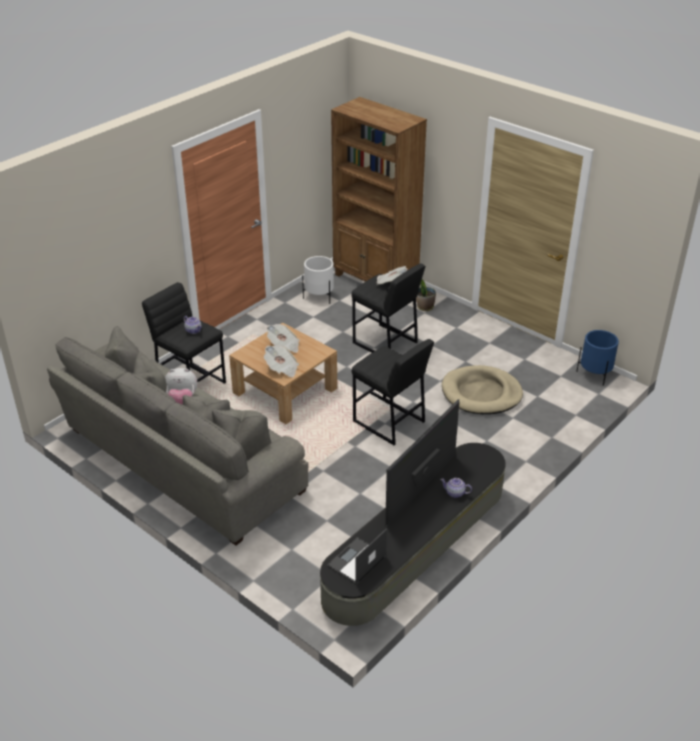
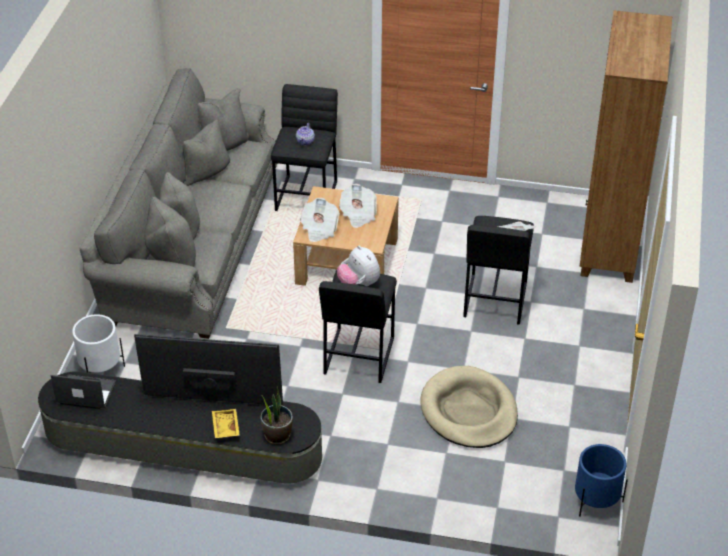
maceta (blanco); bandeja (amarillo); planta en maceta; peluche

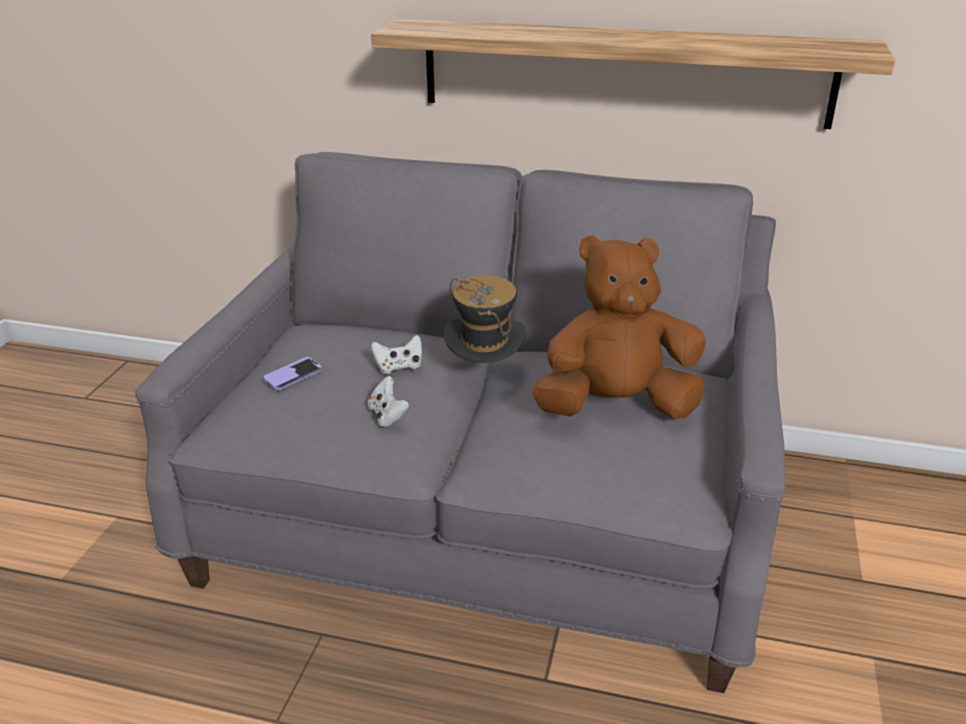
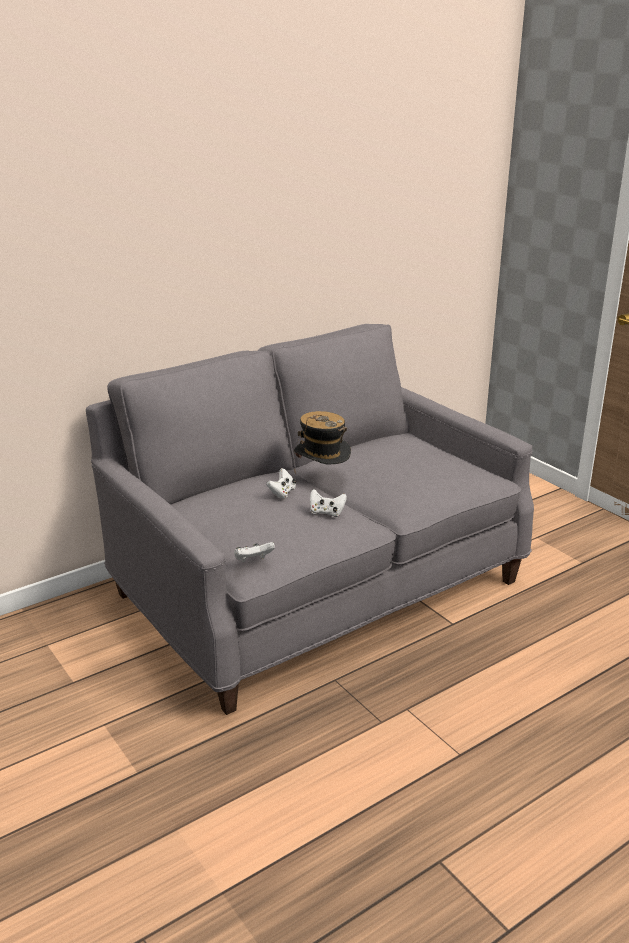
mando de consola (blanco) (no. 1 from left); móvil; estante; peluche (marrón)

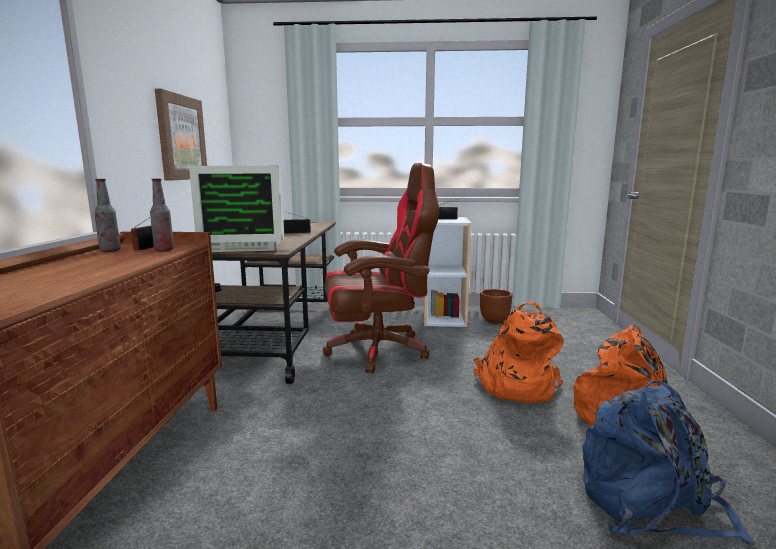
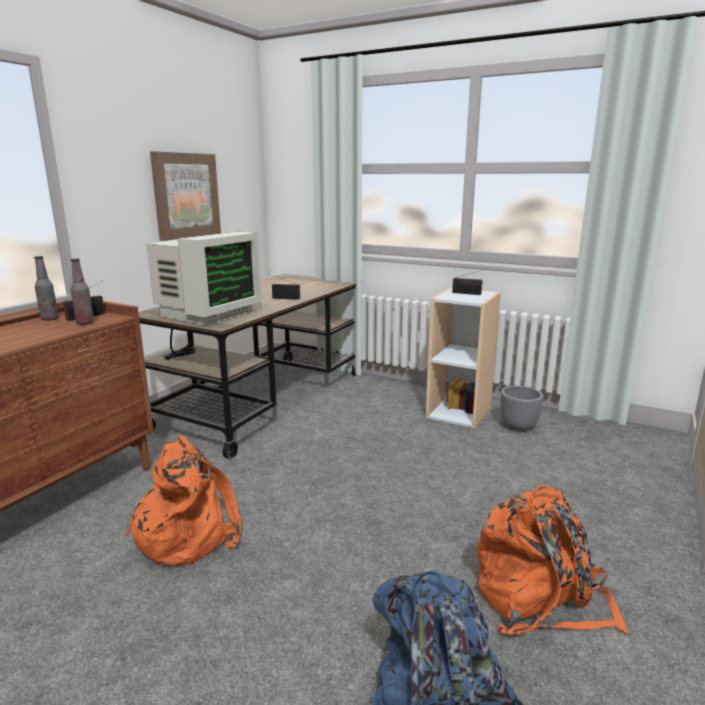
mochila (naranja) (no. 1 from left); monitor; maceta (gris); silla de oficina (marrón)

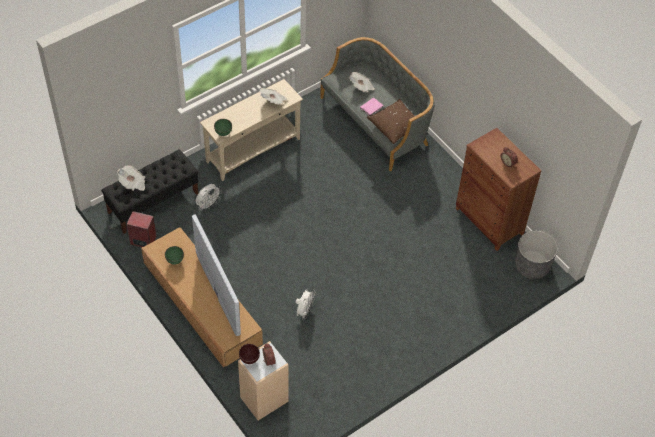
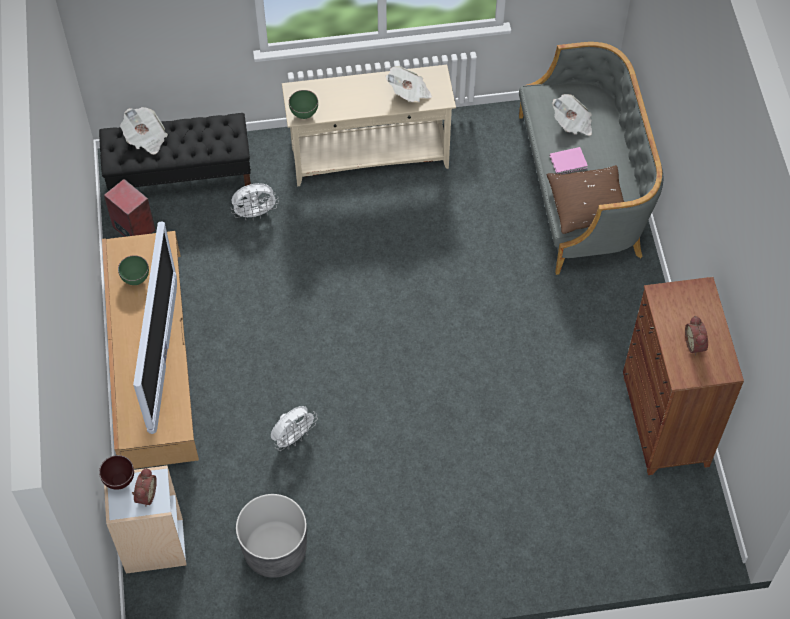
maceta (gris)

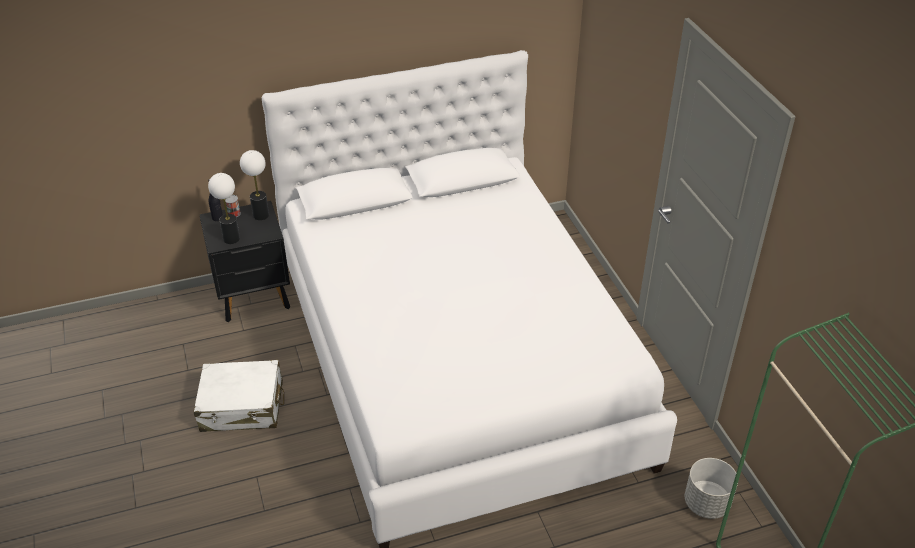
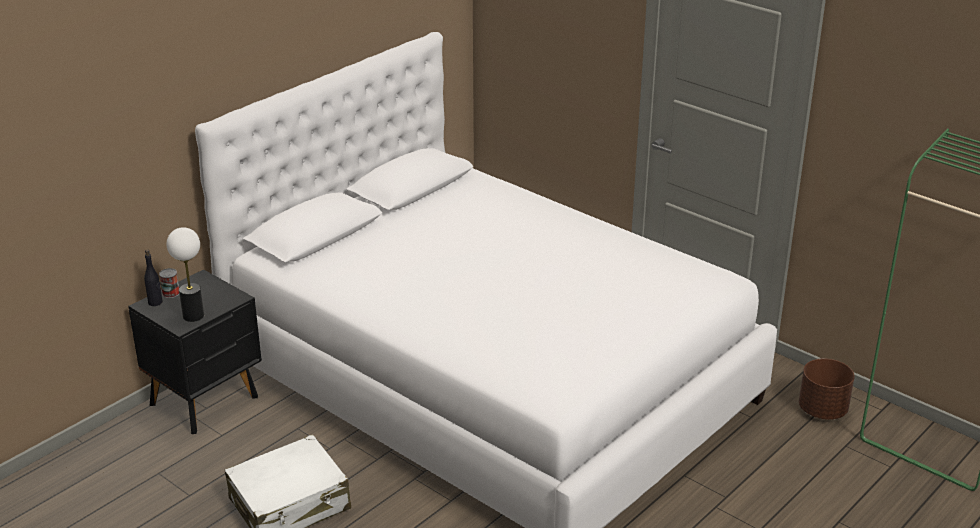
maceta (marrón); lámpara de mesa (no. 2 from left in the first image)

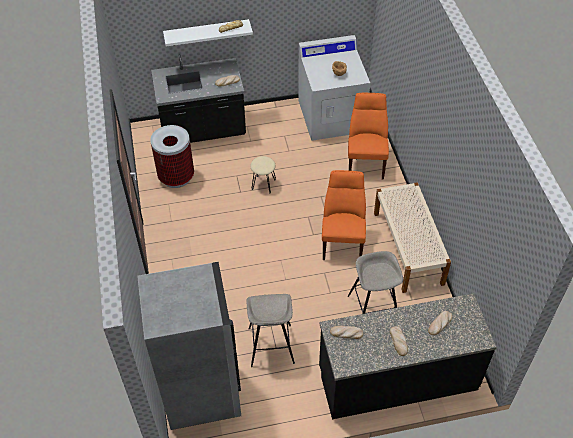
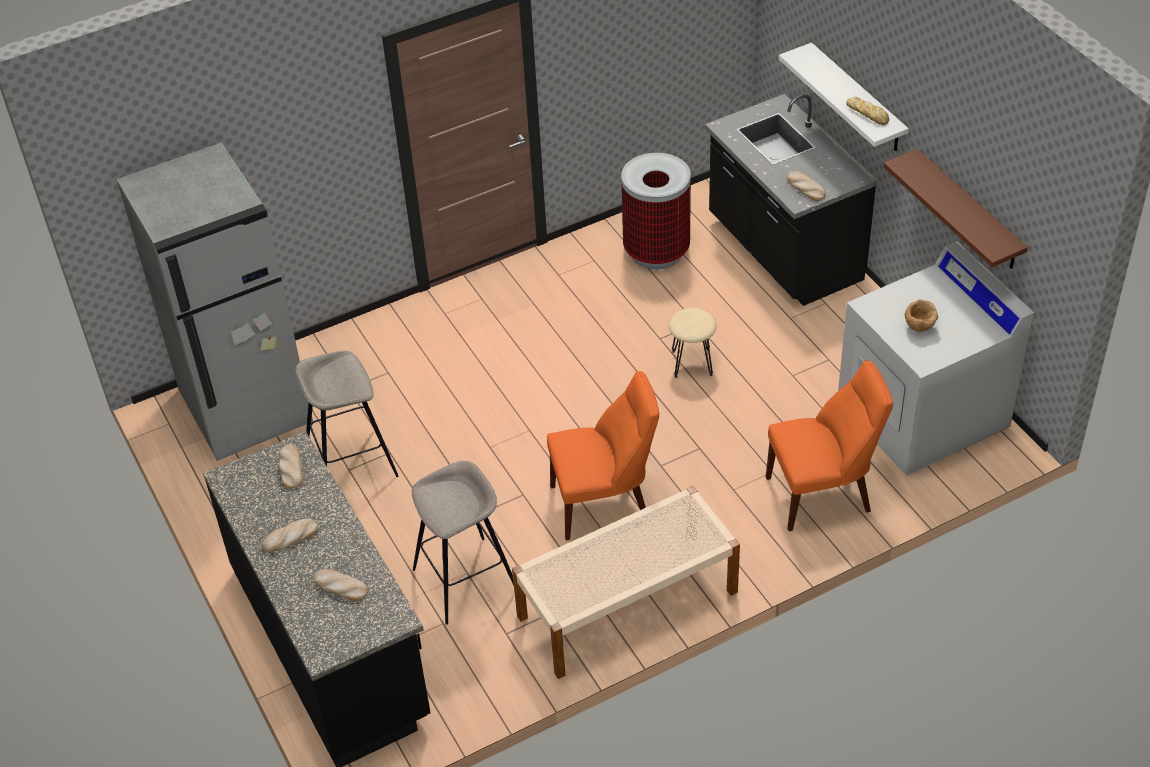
estante (marrón)

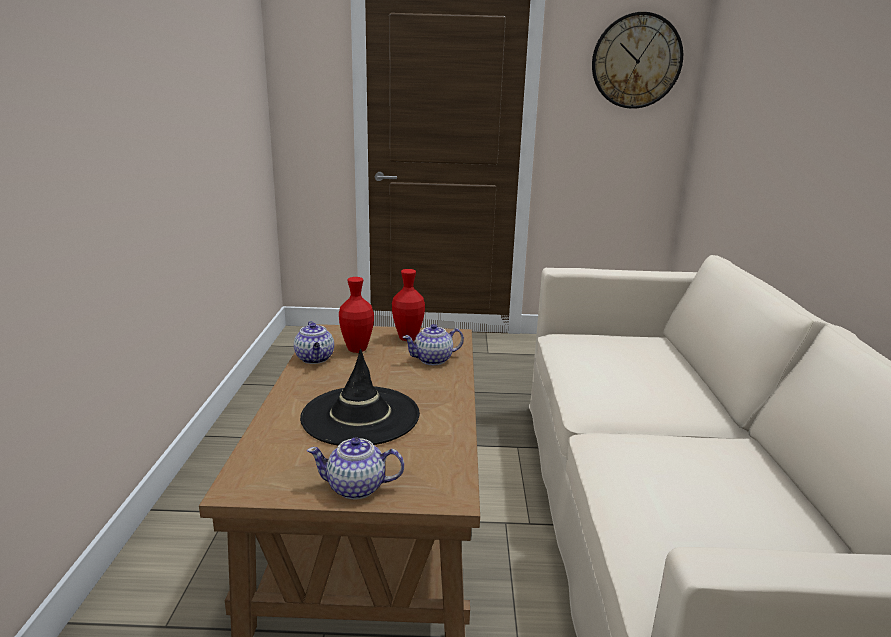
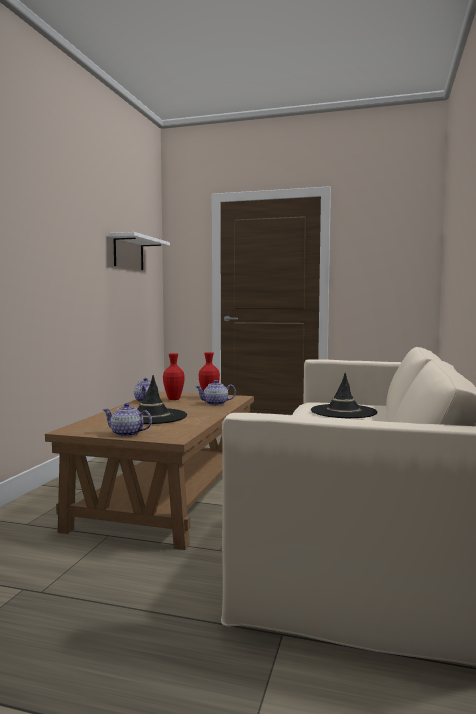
estante (blanco); sombrero (negro) (no. 2 from left); reloj de pared

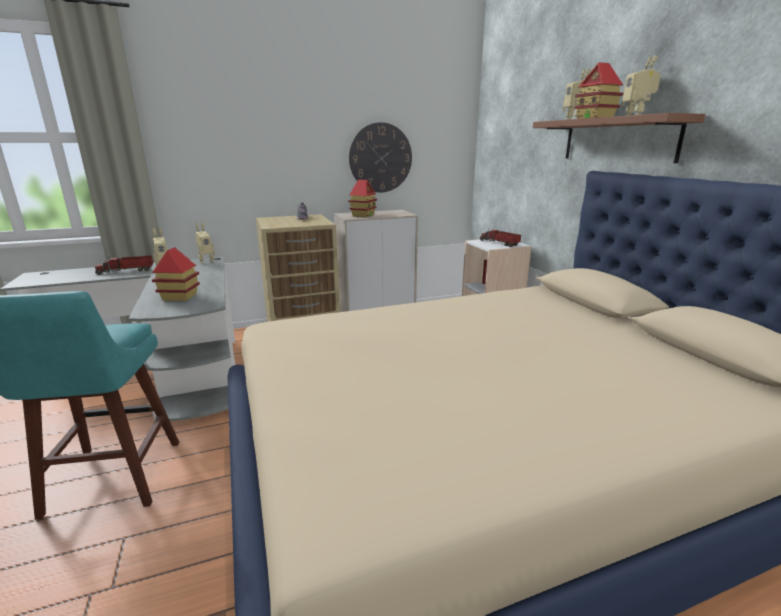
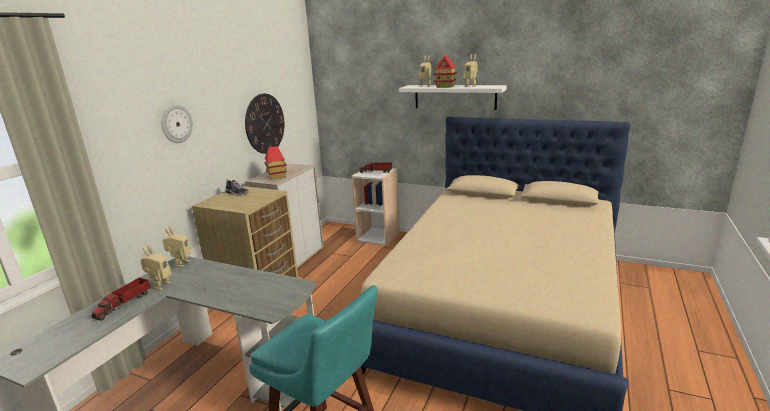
reloj de pared (no. 1 from left); estante (blanco); casita (no. 1 from left in the first image)

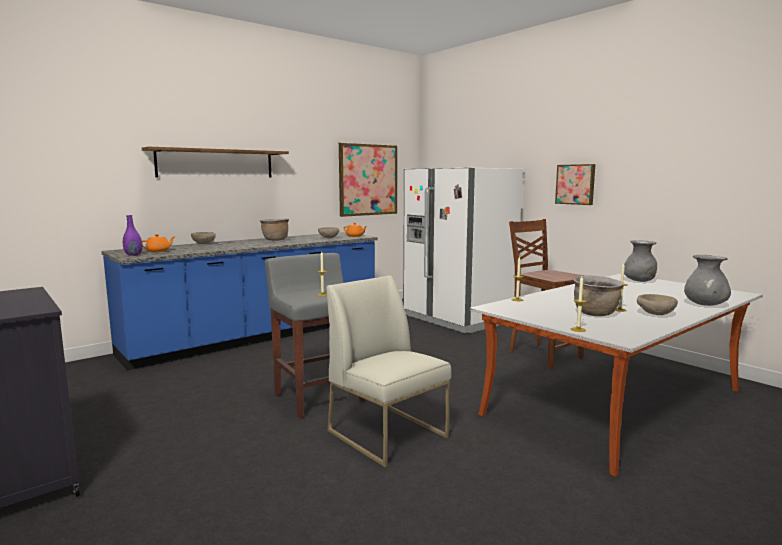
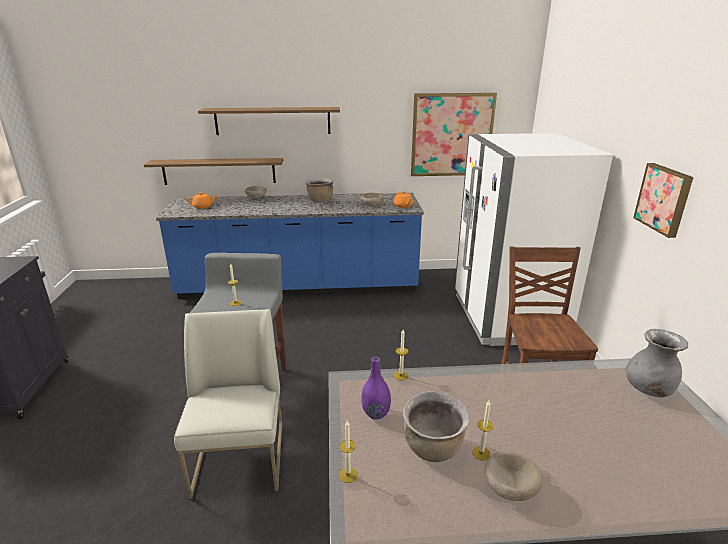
estante (no. 1 from left); florero (morado); florero (gris) (no. 2 from left in the first image)

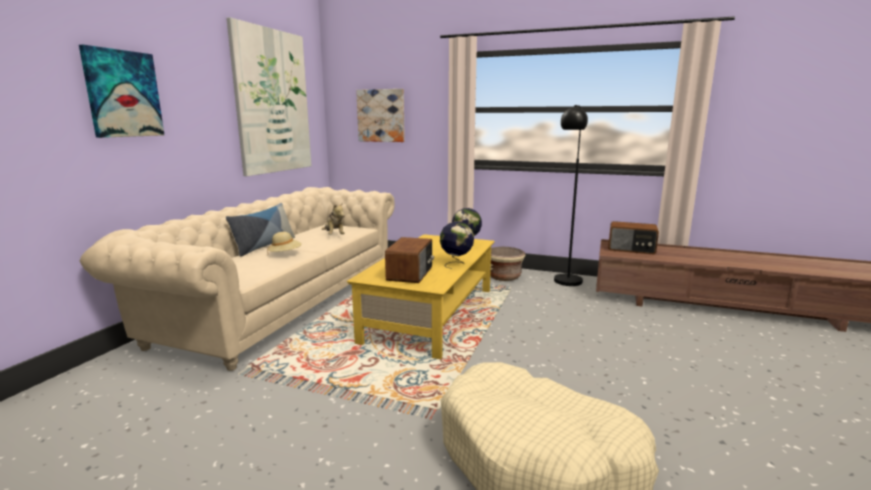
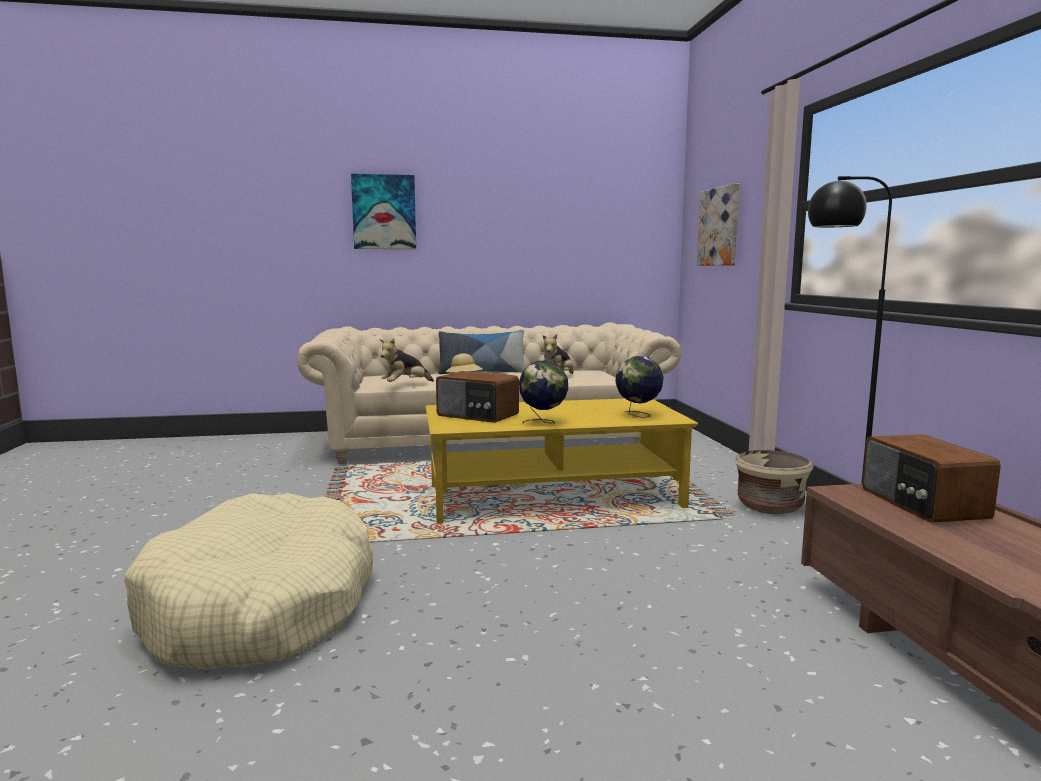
peluche (no. 1 from left); radio (no. 1 from left); cuadro (no. 2 from left in the first image)

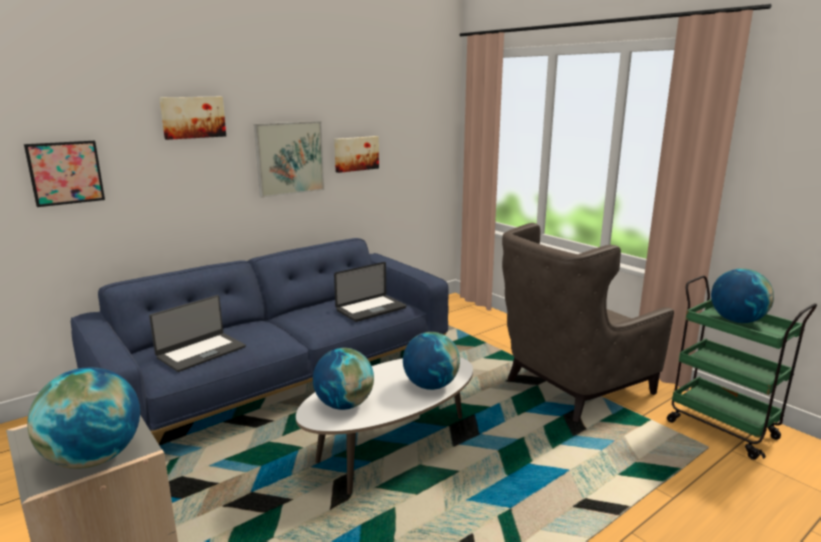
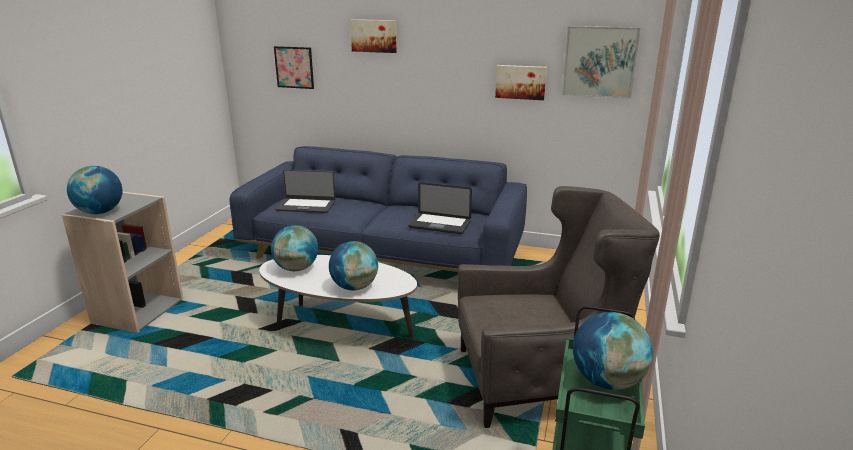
sillón (gris); cuadro (no. 4 from left)

